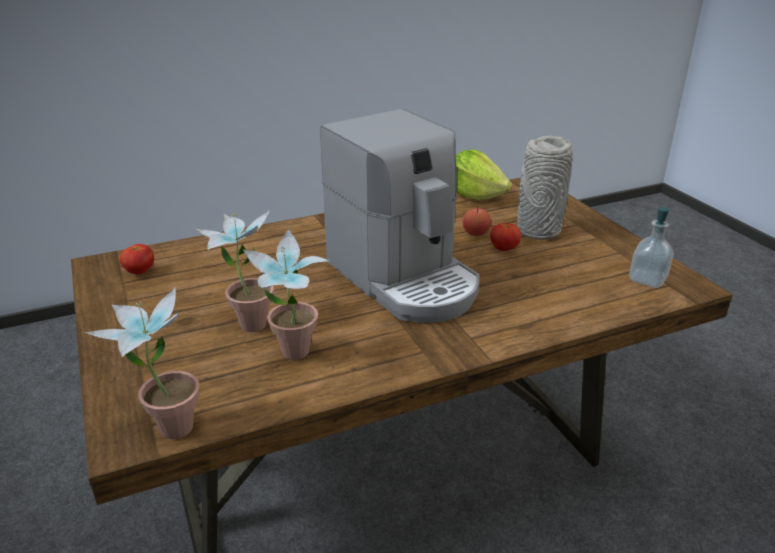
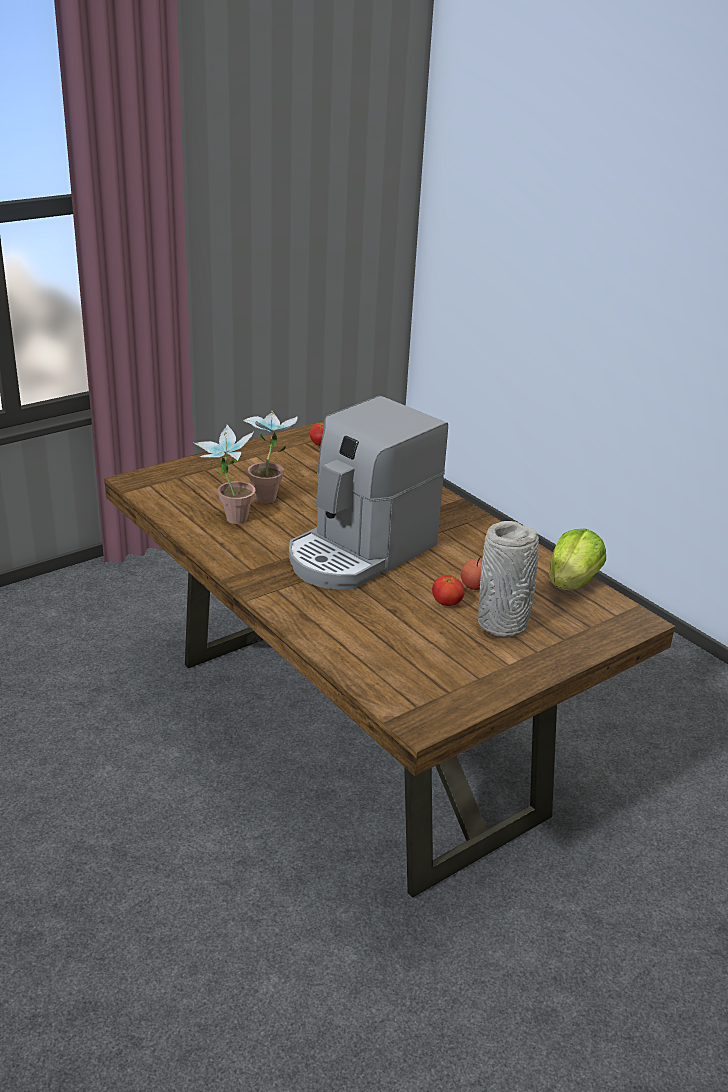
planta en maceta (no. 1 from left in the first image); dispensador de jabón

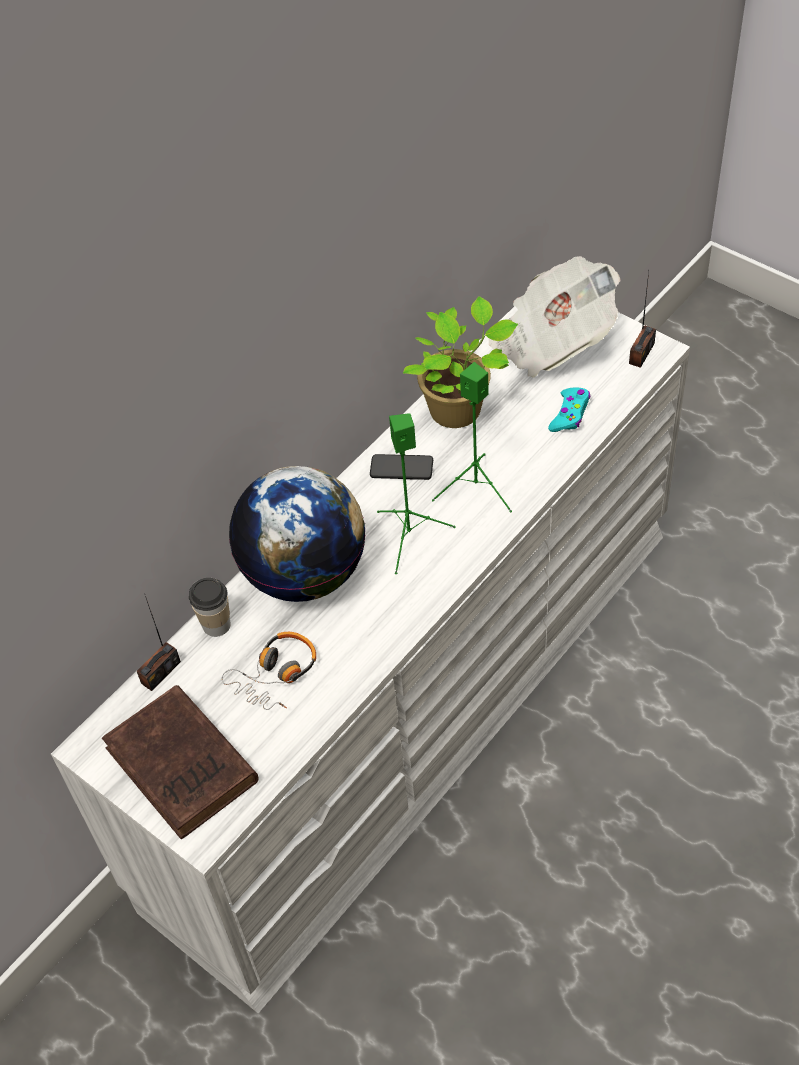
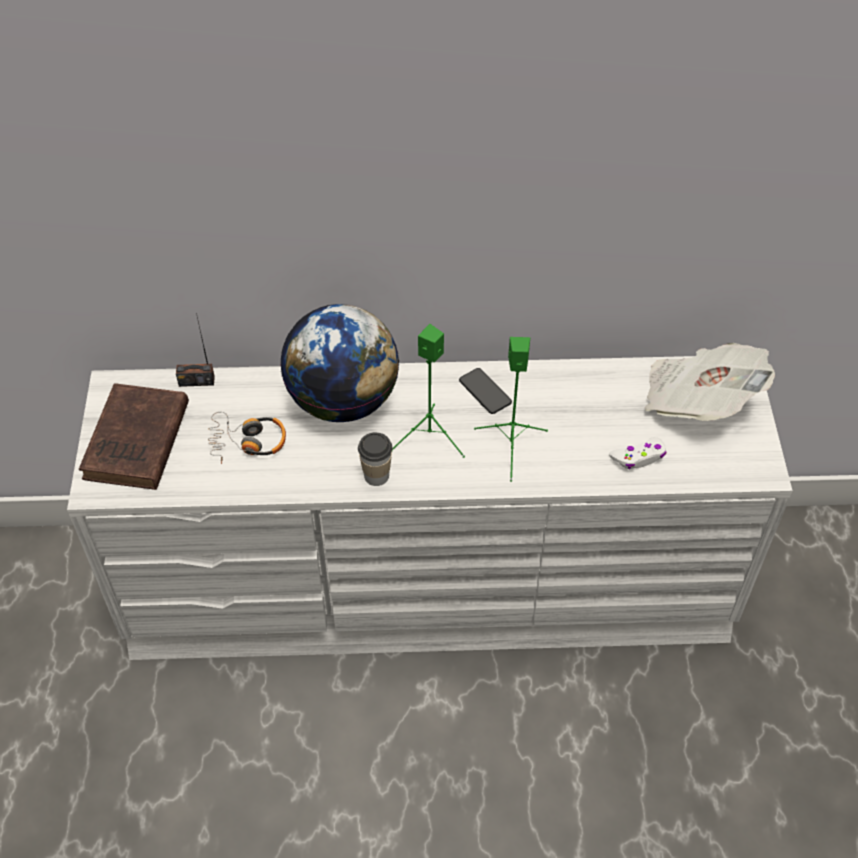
taza; mando de consola (blanco); planta en maceta; radio (no. 2 from left in the first image)

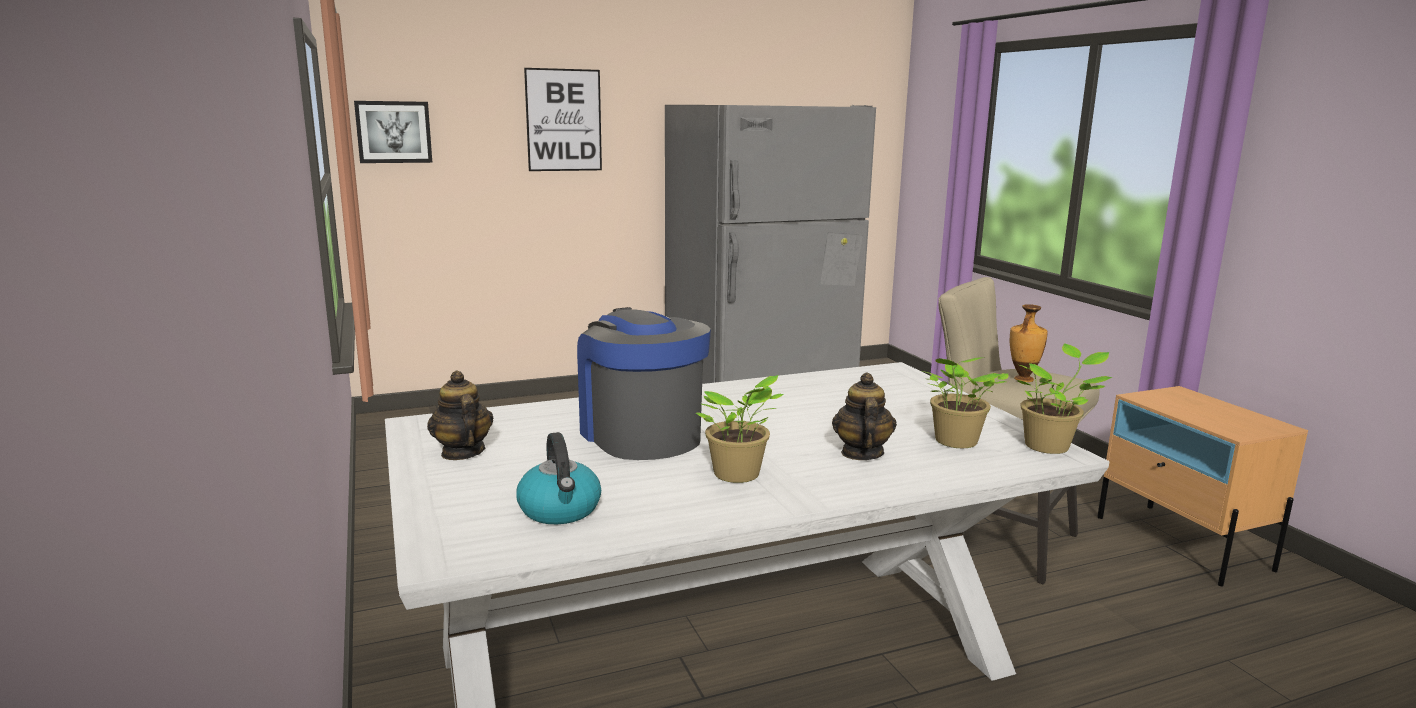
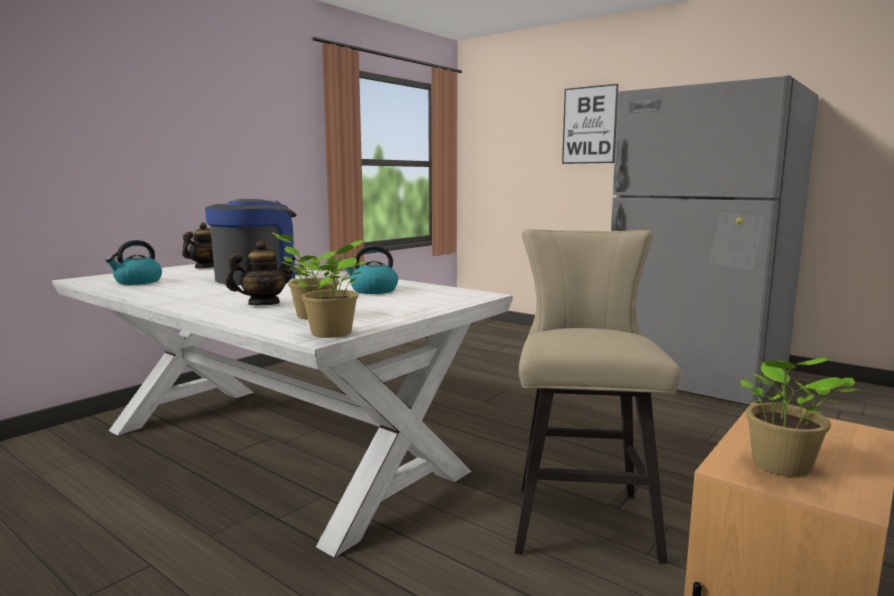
hervidor (no. 2 from left); planta en maceta (no. 3 from left); cuadro (no. 1 from left in the first image); florero

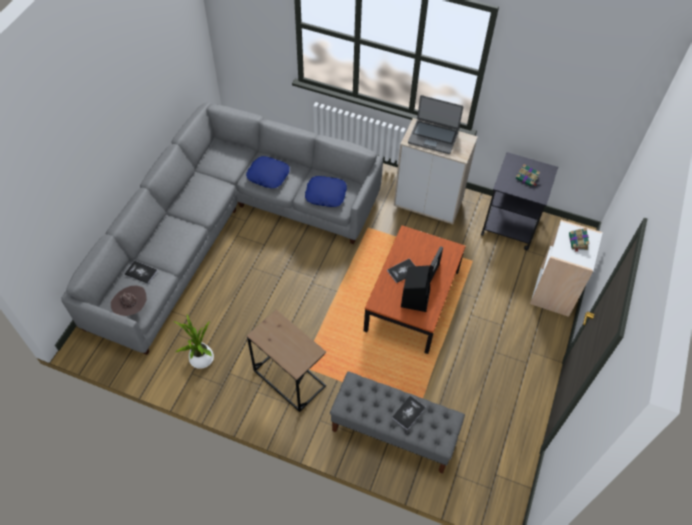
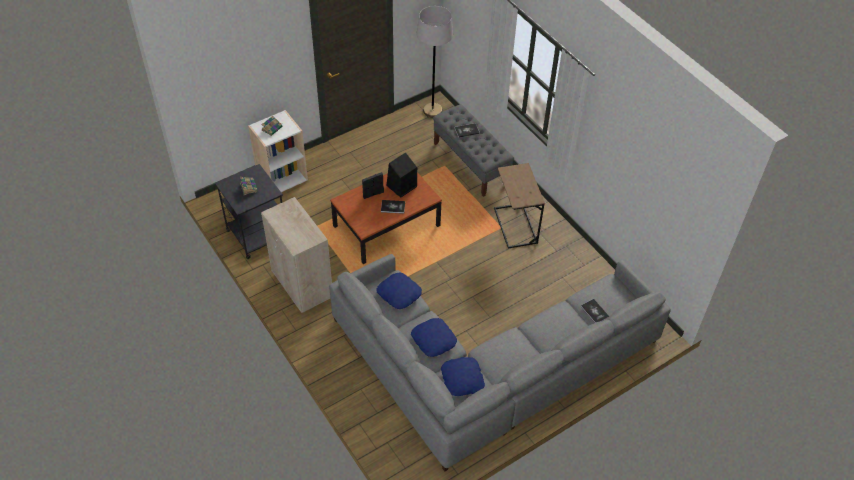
lámpara de pie (gris); cojín (azul) (no. 3 from left); sombrero (marrón); planta en maceta; portátil

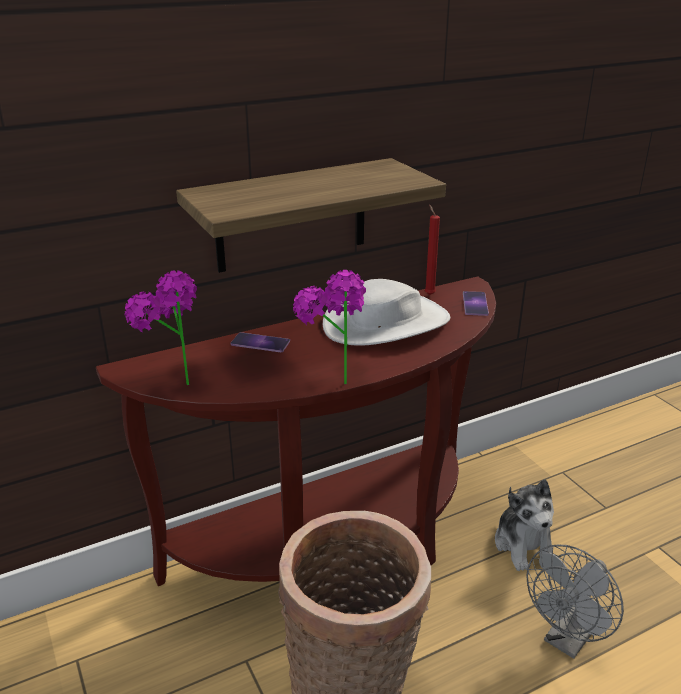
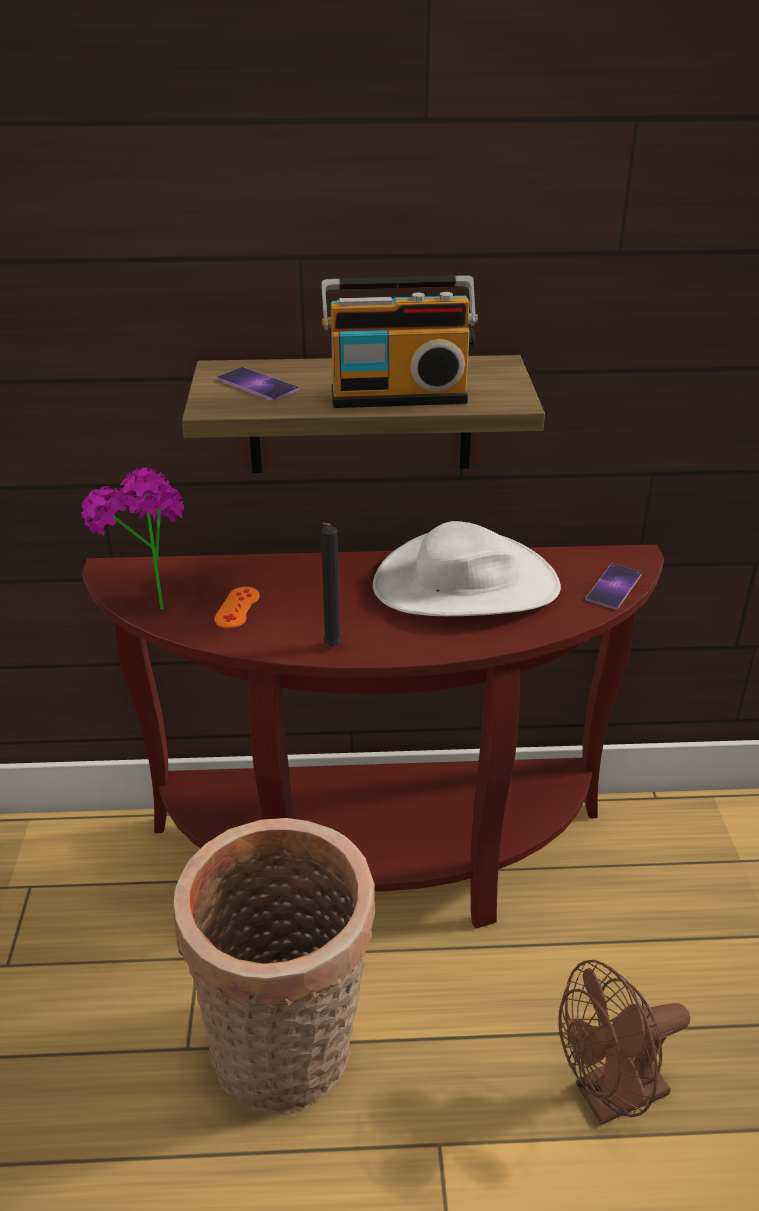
mando de consola (naranja); móvil (no. 1 from left); vela (negro); radio; ventilador (marrón); vela (rojo); peluche

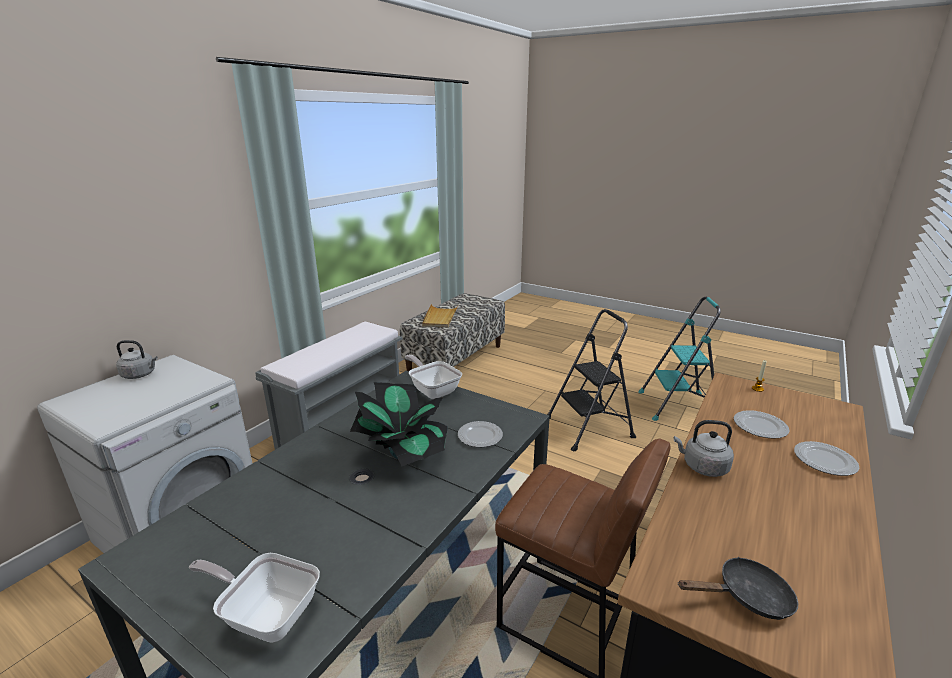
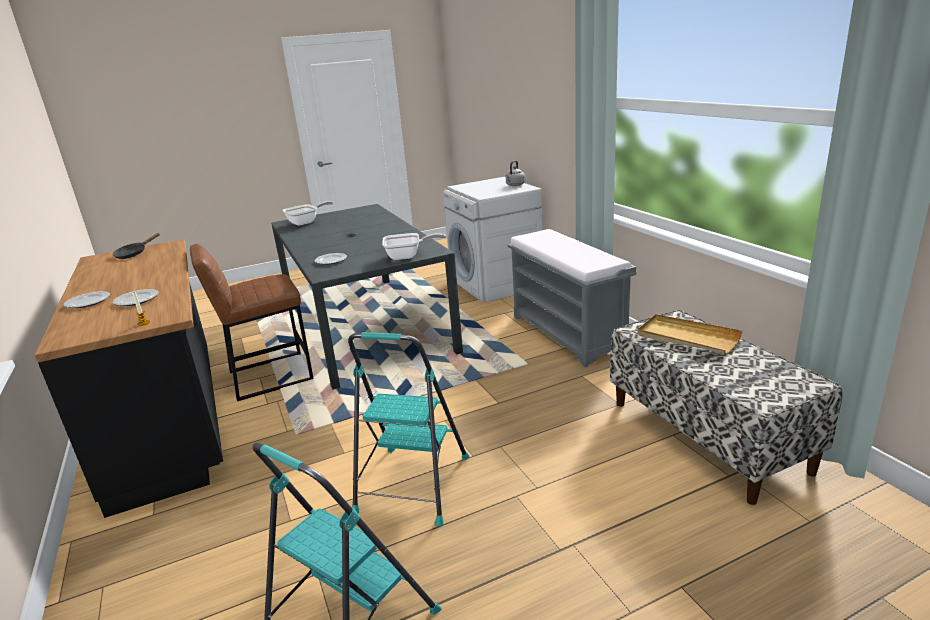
escalera de tijera (turquesa) (no. 2 from left); planta en maceta; hervidor (gris) (no. 2 from left in the first image)

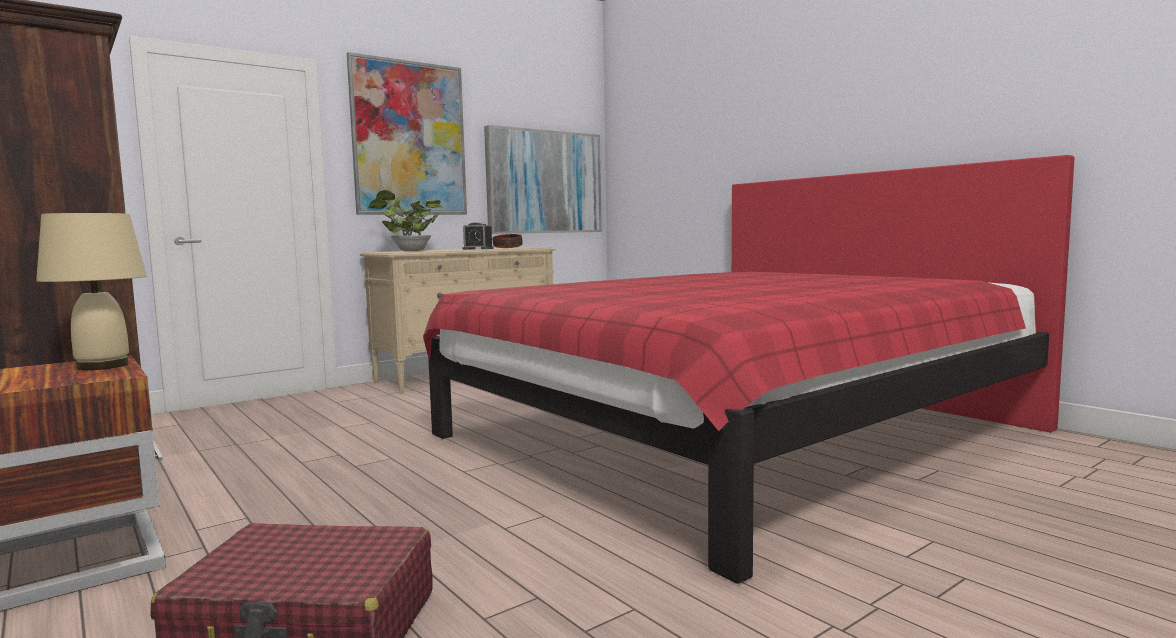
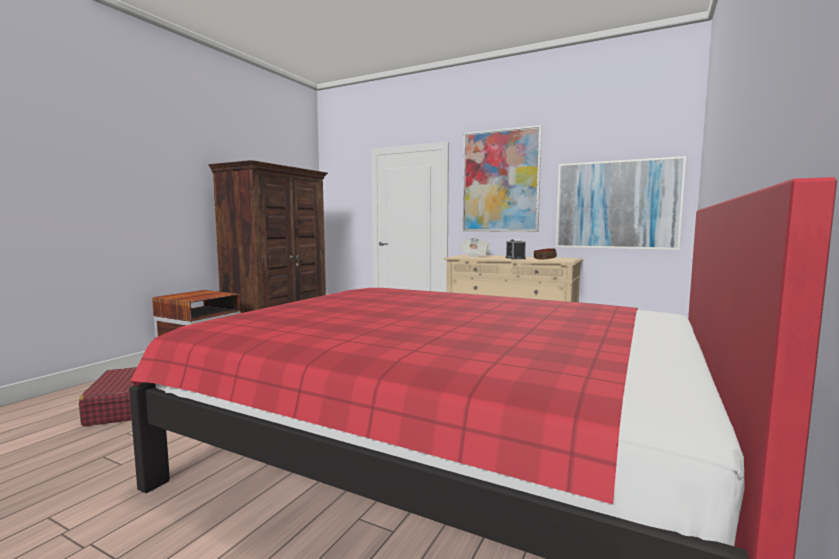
periódico; lámpara de mesa (beis)

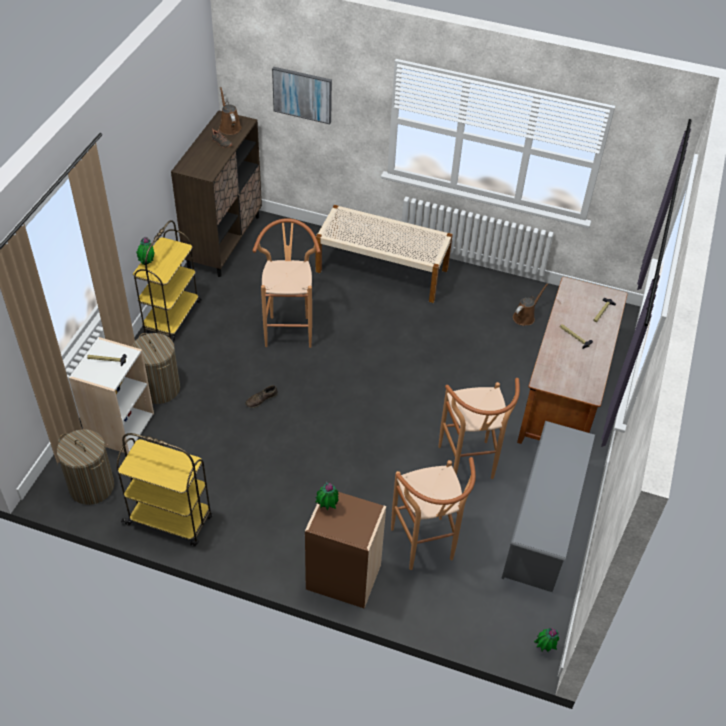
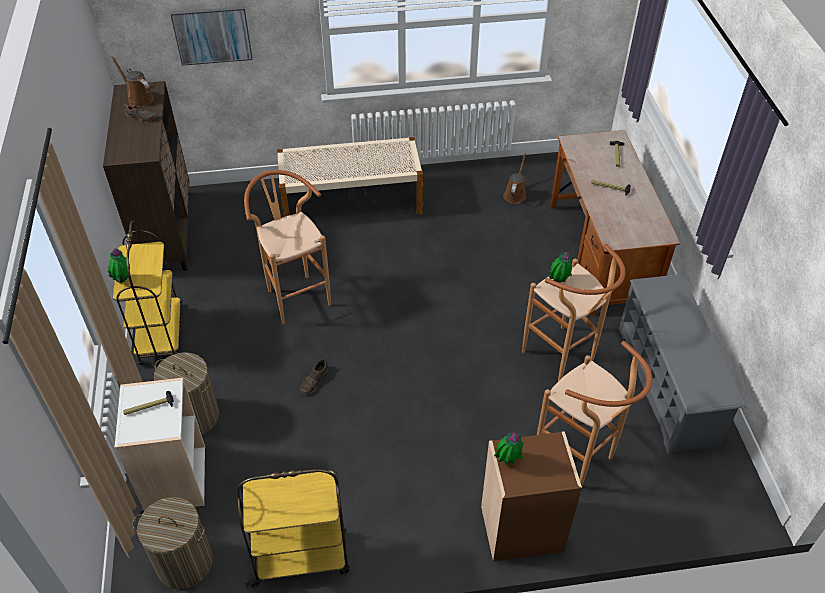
planta en maceta (no. 3 from left)

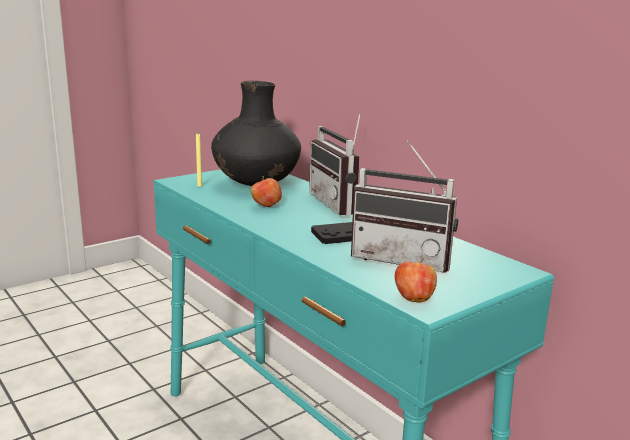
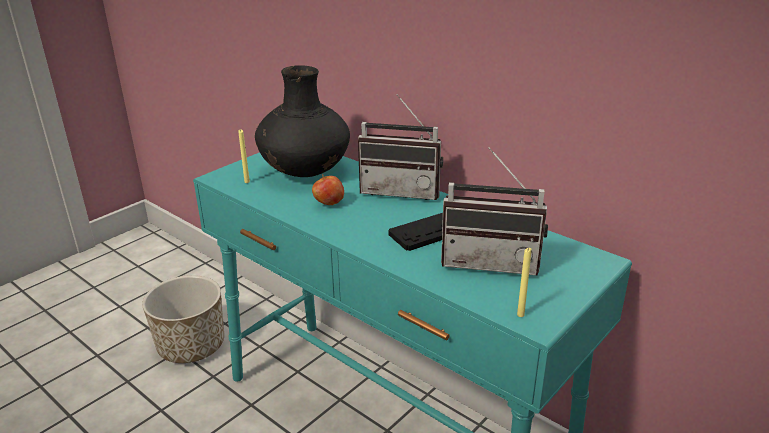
maceta; radio (no. 1 from left); vela (amarillo) (no. 2 from left)

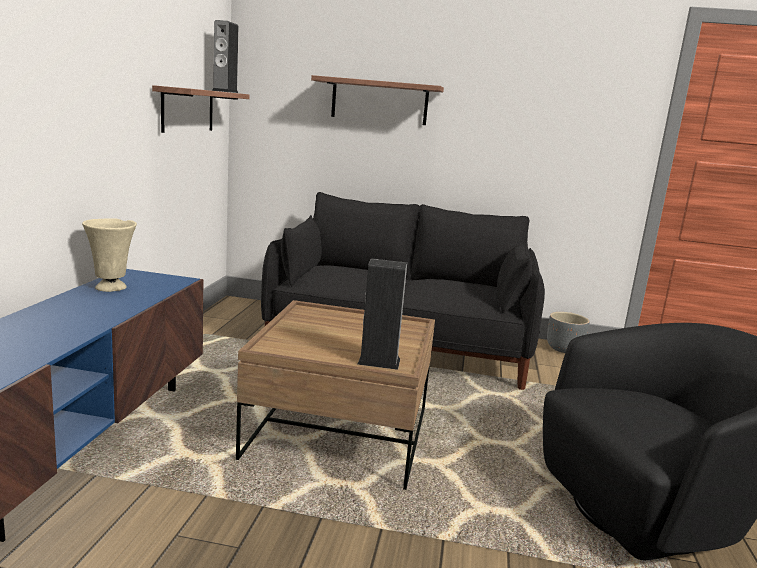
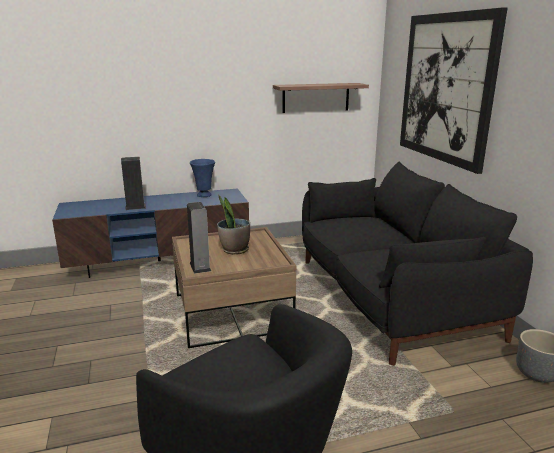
altavoz (no. 1 from left); florero (azul); planta en maceta; cuadro

